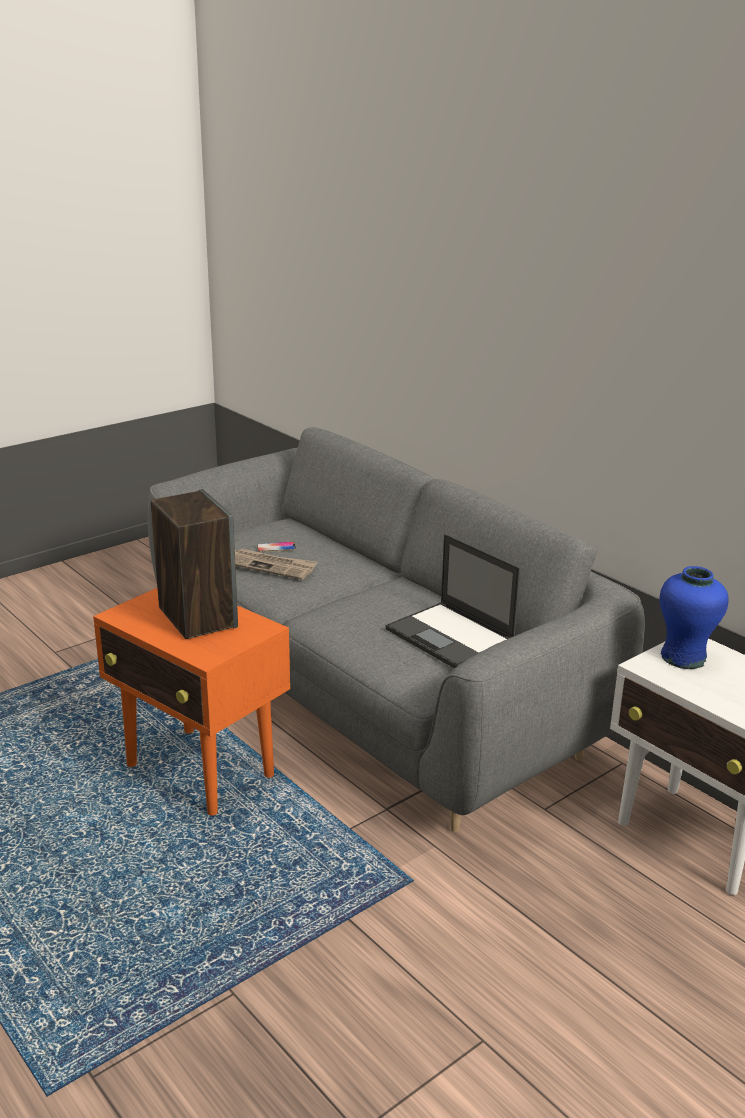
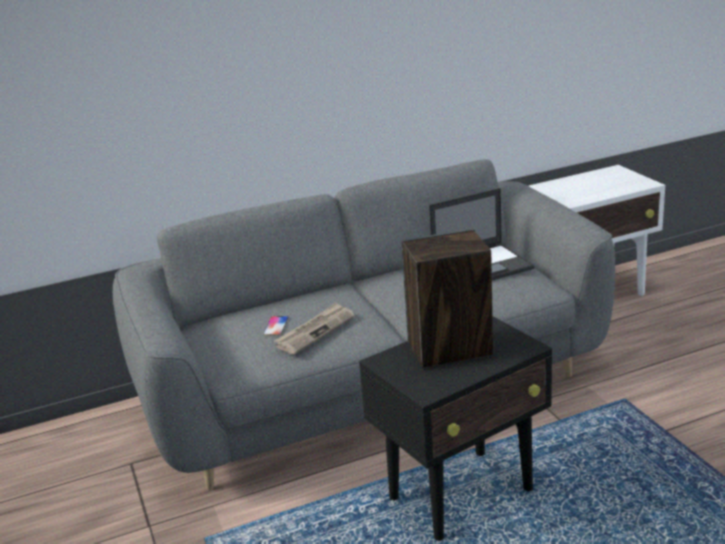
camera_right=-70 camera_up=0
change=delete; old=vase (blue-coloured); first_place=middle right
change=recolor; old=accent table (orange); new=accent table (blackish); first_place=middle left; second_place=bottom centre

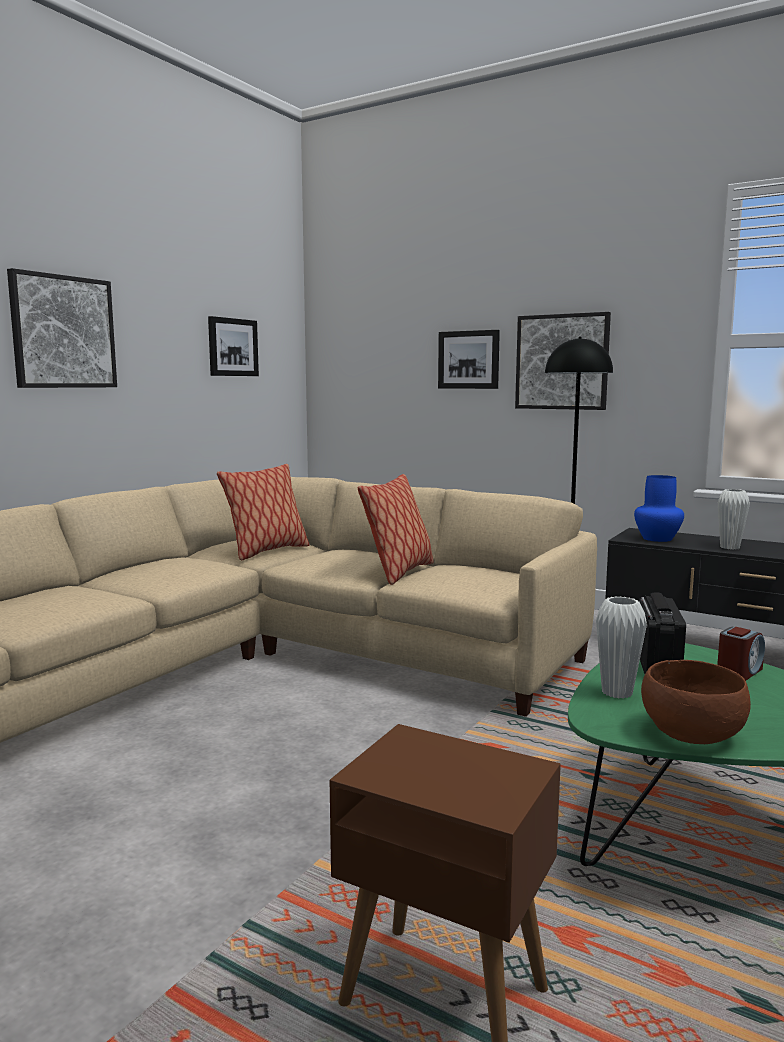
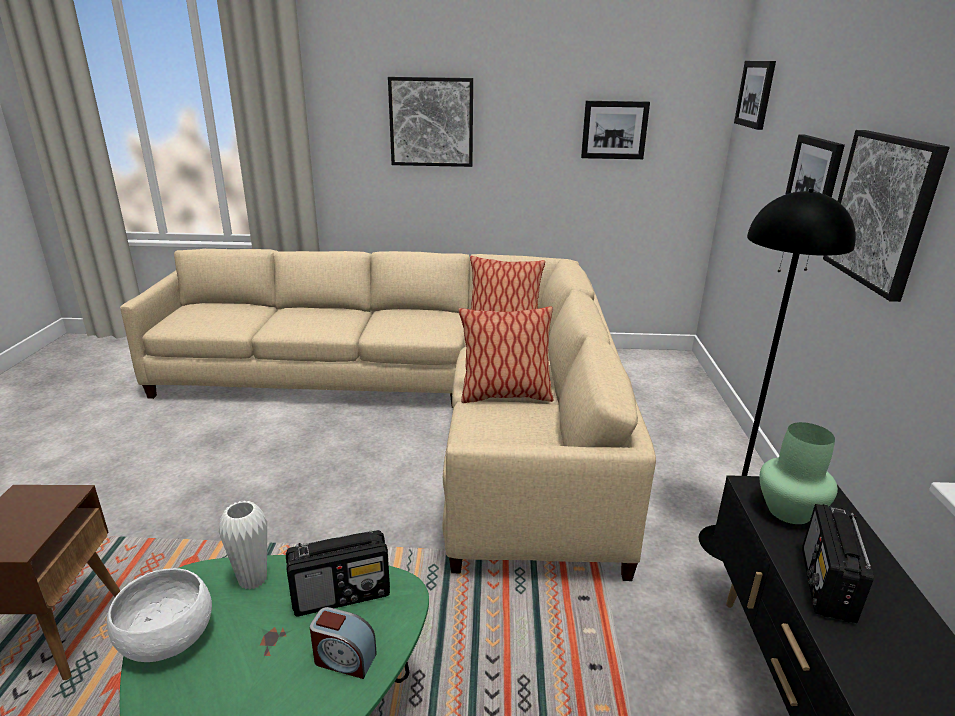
camera_right=60 camera_up=15
change=recolor; old=vase (blue-coloured); new=vase (green); first_place=middle right; second_place=middle right
change=replace; old=vase (white-coloured) (2nd from left); new=radio (2nd from left); first_place=middle right; second_place=bottom right
change=recolor; old=deep dish (brownish); new=deep dish (white-coloured); first_place=bottom right; second_place=bottom left
change=insert; new=wall art (3rd from left); second_place=top right

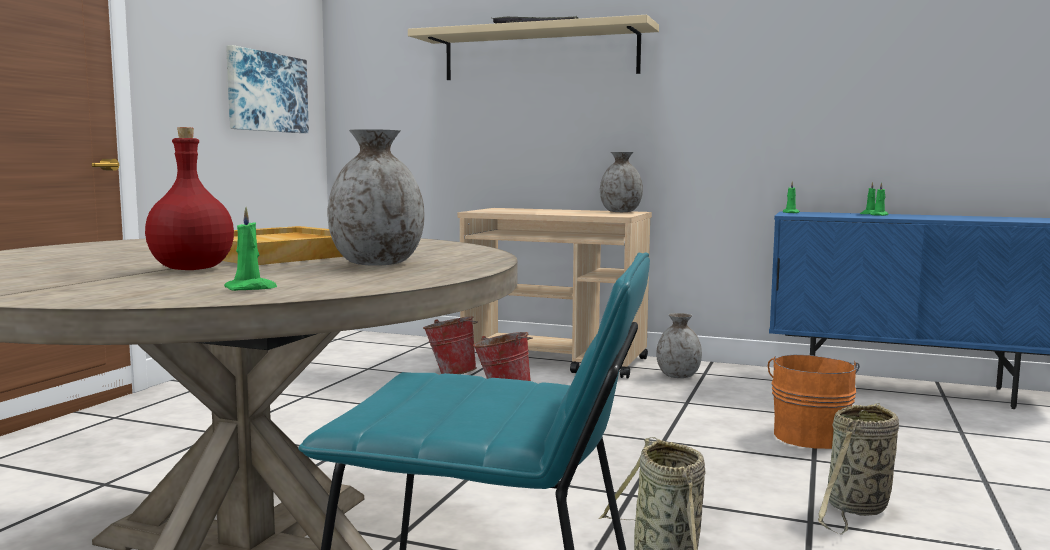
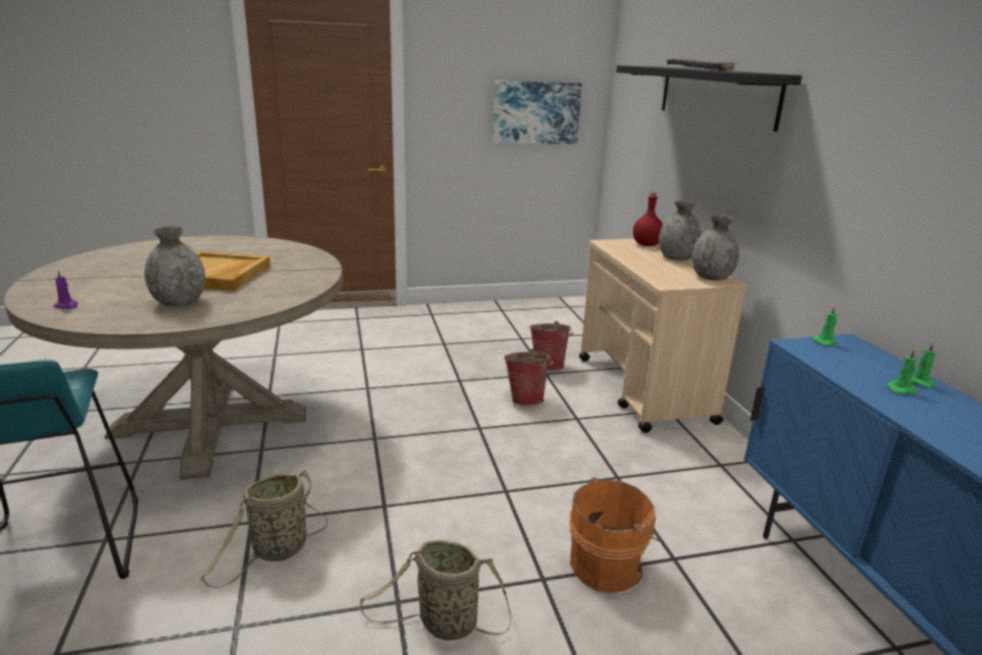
camera_right=55 camera_up=15
change=recolor; old=wall shelf (beige); new=wall shelf (blackish); first_place=top centre; second_place=top right
change=move; old=drink bottle (red-coloured); first_place=middle left; second_place=centre
change=recolor; old=candle (green) (1st from left); new=candle (purplish); first_place=middle left; second_place=middle left
change=move; old=vase (grey) (3rd from left in the first image); new=vase (grey) (2nd from left); first_place=centre; second_place=middle right

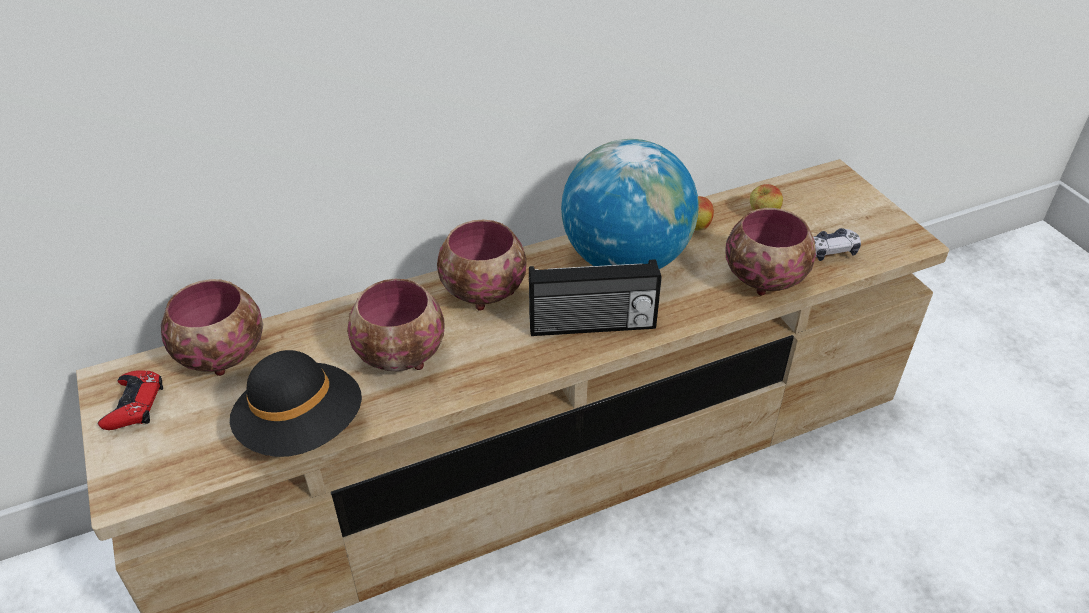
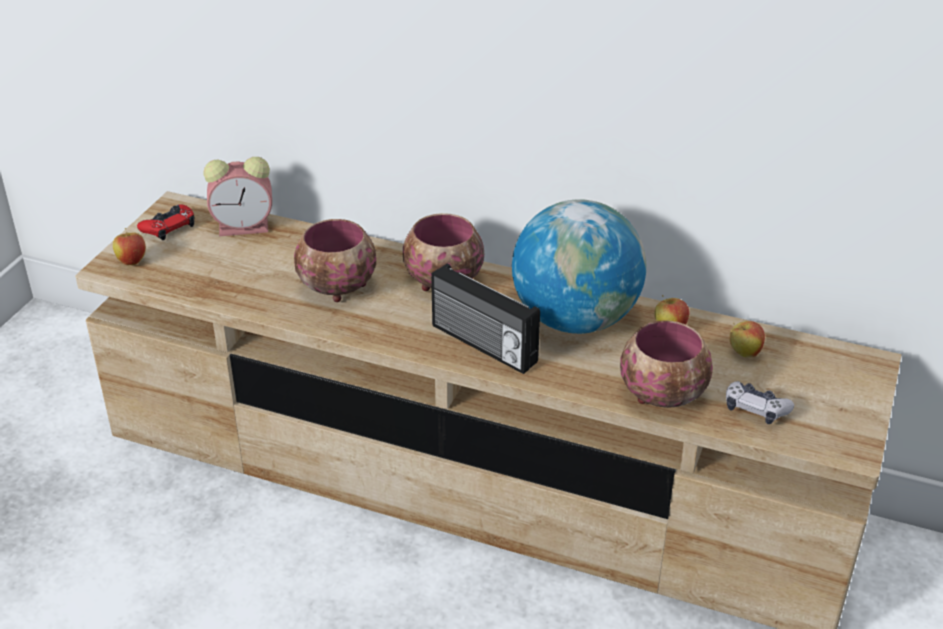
camera_right=45 camera_up=-5
change=replace; old=deep dish (1st from left); new=table clock; first_place=middle left; second_place=top left
change=delete; old=hat (blackish); first_place=middle left
change=insert; new=whole apple (1st from left); second_place=middle left

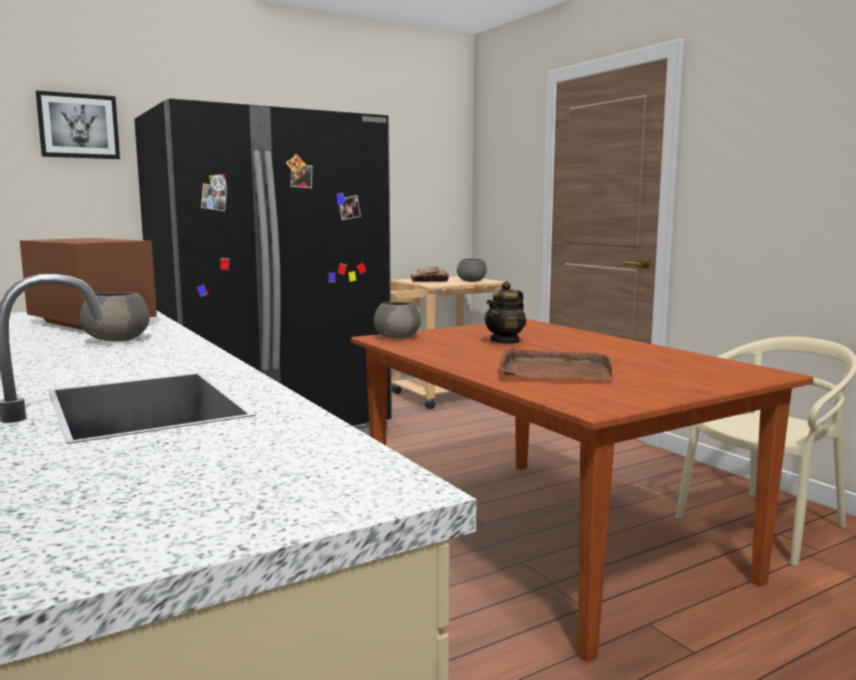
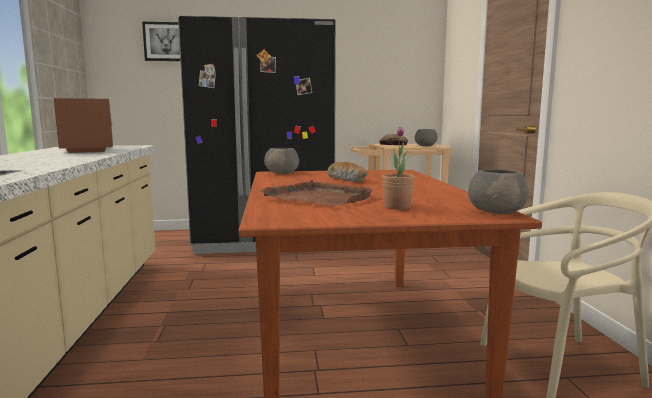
camera_right=25 camera_up=0
change=replace; old=teapot; new=bread (1st from left); first_place=centre; second_place=centre
change=move; old=deep dish (grey) (1st from left in the first image); new=deep dish (grey) (3rd from left); first_place=middle left; second_place=middle right
change=insert; new=plant in a pot; second_place=centre

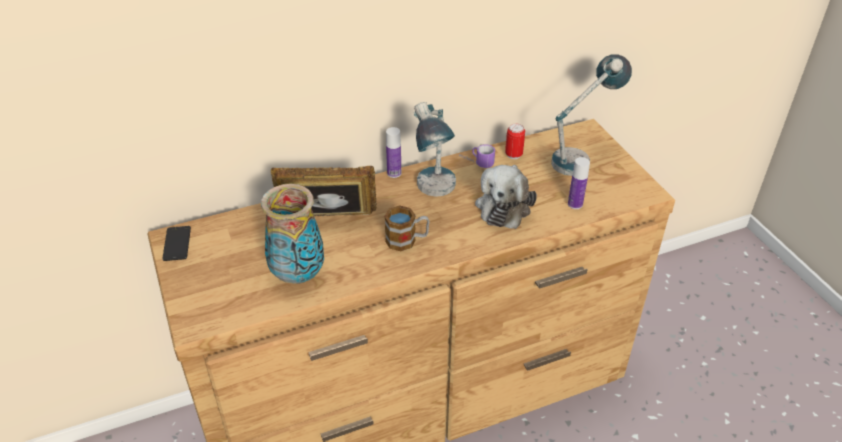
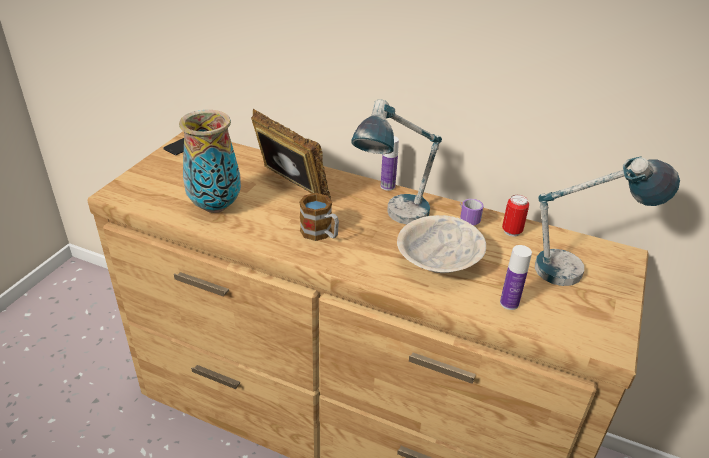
camera_right=45 camera_up=-5
change=replace; old=plush toy; new=deep dish (beige); first_place=centre; second_place=centre

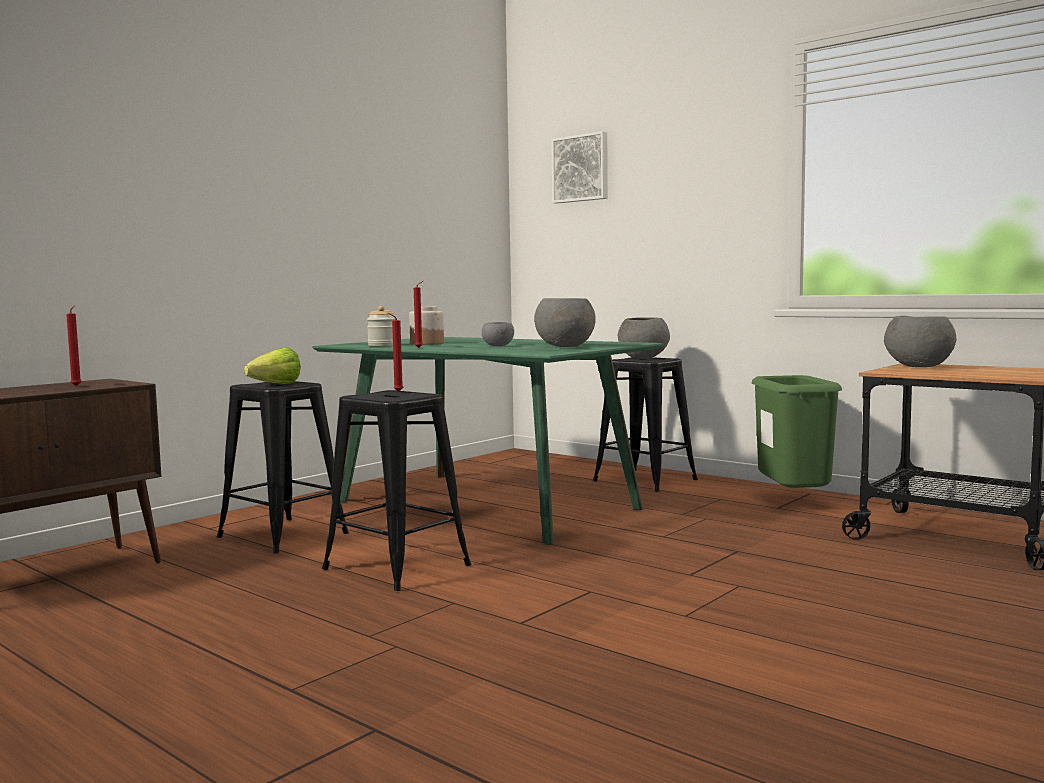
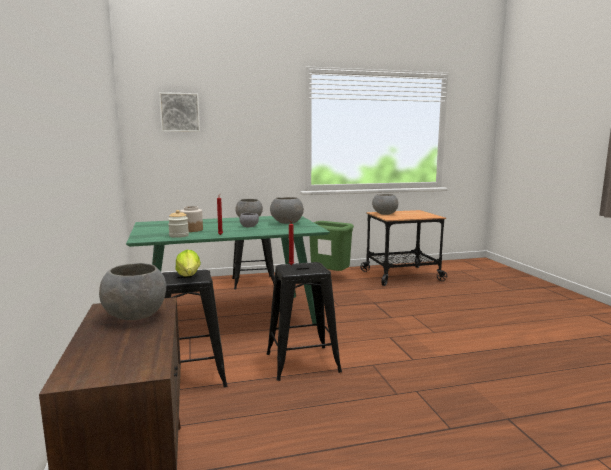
camera_right=-55 camera_up=5
change=replace; old=candle (red-coloured) (1st from left); new=deep dish (grey) (1st from left); first_place=middle left; second_place=middle left

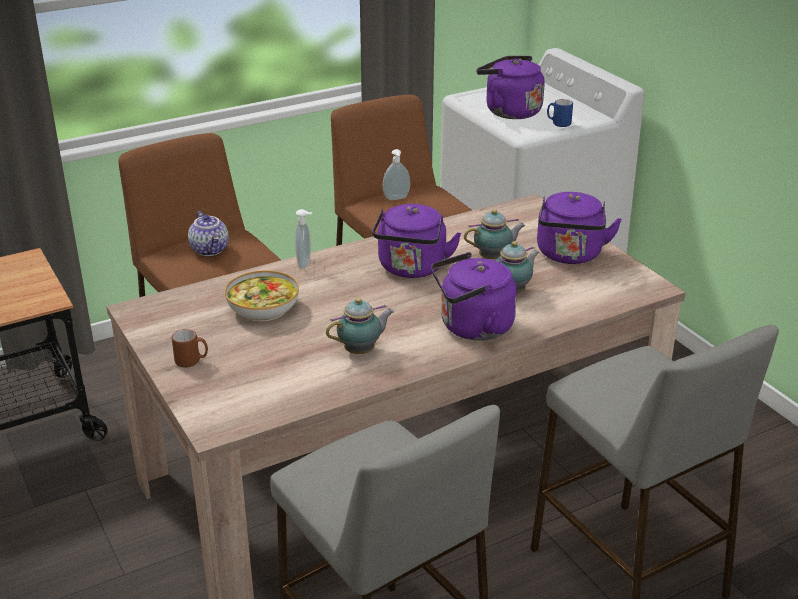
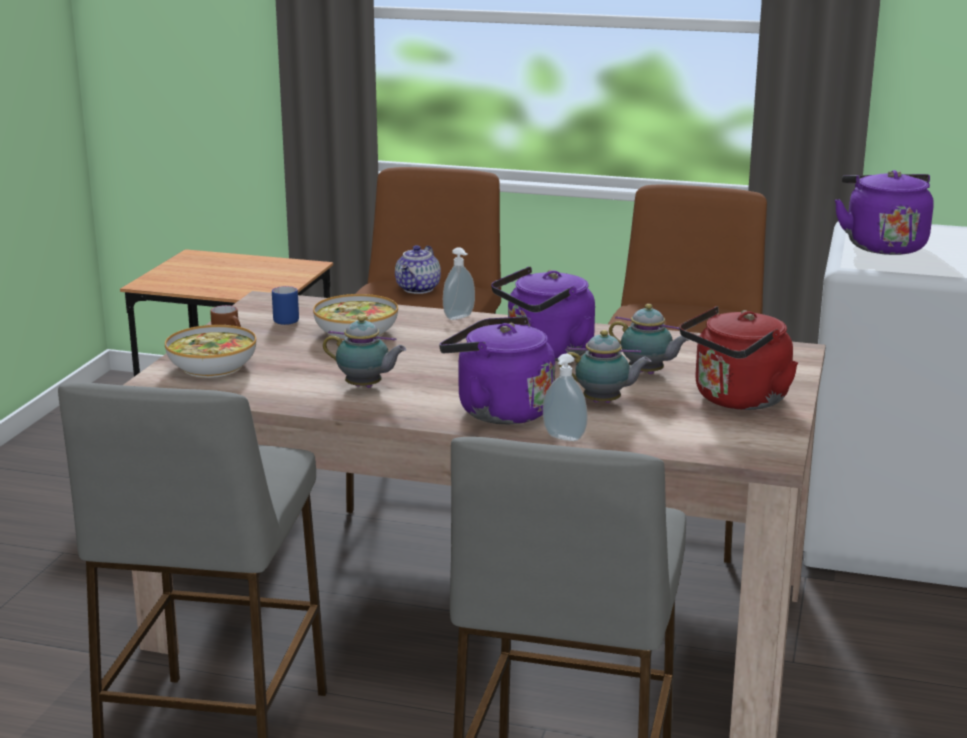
camera_right=45 camera_up=-10
change=move; old=coffee mug (blue-coloured); first_place=top right; second_place=middle left
change=move; old=soap bottle (2nd from left); first_place=top centre; second_place=centre
change=recolor; old=tea kettle (purplish) (4th from left); new=tea kettle (red-coloured); first_place=middle right; second_place=middle right
change=insert; new=deep dish (1st from left); second_place=middle left

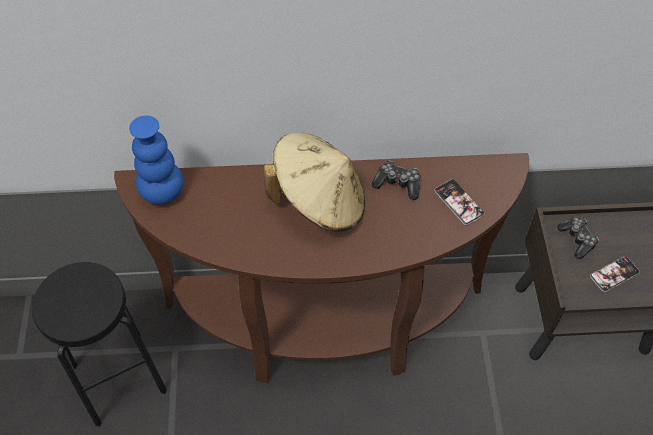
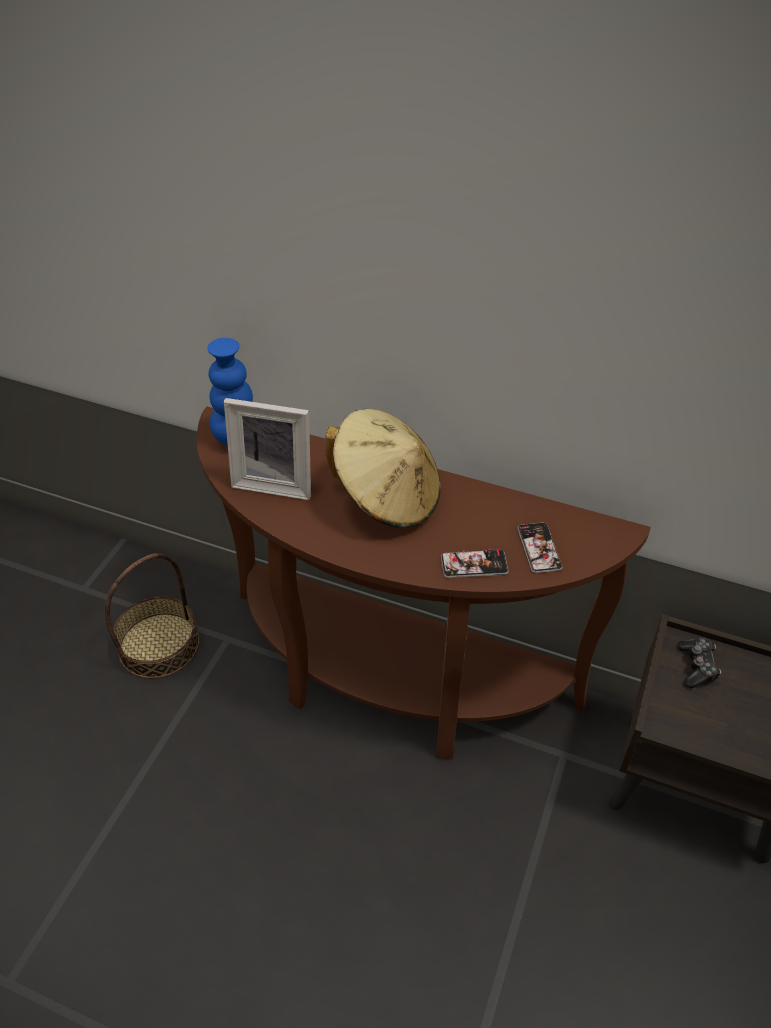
camera_right=25 camera_up=-10
change=delete; old=game controller (1st from left); first_place=centre
change=move; old=phone (2nd from left in the first image); new=phone (1st from left); first_place=middle right; second_place=centre
change=replace; old=sitting stool (blackish); new=storage basket; first_place=bottom left; second_place=middle left
change=insert; new=photo frame; second_place=centre

